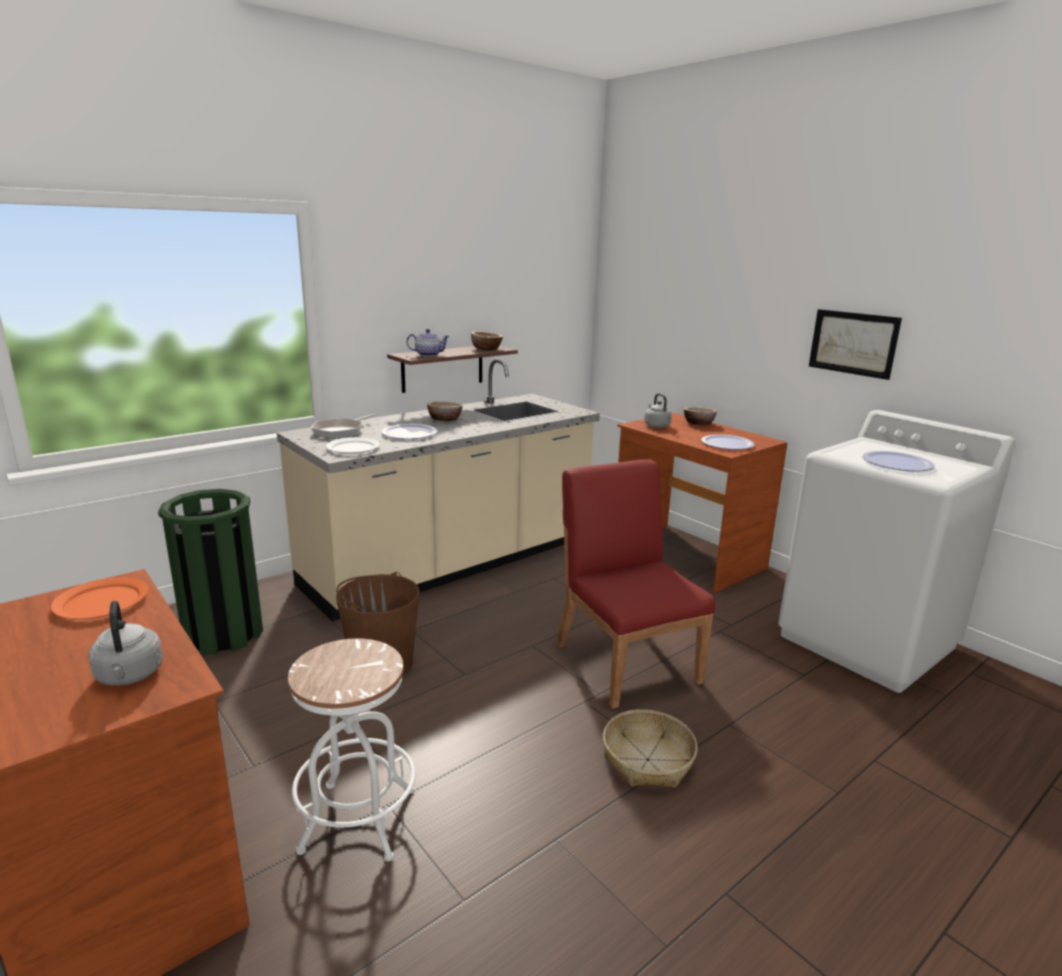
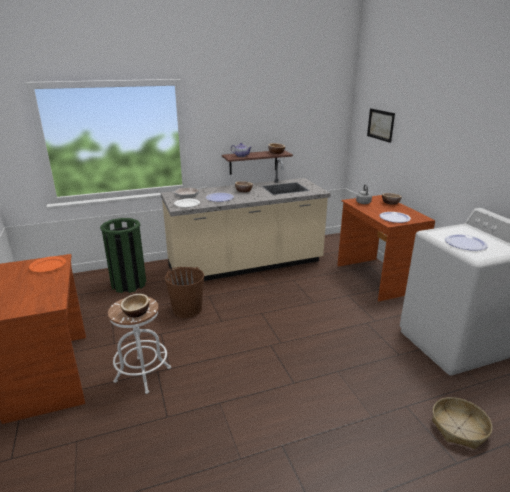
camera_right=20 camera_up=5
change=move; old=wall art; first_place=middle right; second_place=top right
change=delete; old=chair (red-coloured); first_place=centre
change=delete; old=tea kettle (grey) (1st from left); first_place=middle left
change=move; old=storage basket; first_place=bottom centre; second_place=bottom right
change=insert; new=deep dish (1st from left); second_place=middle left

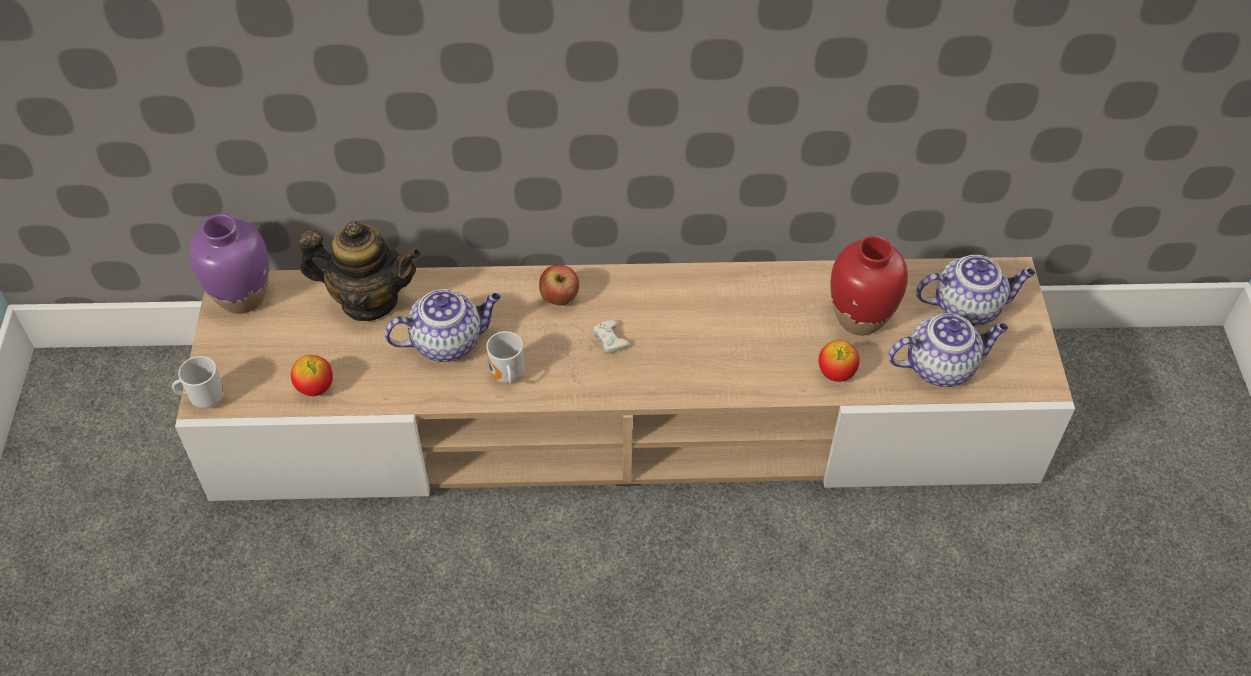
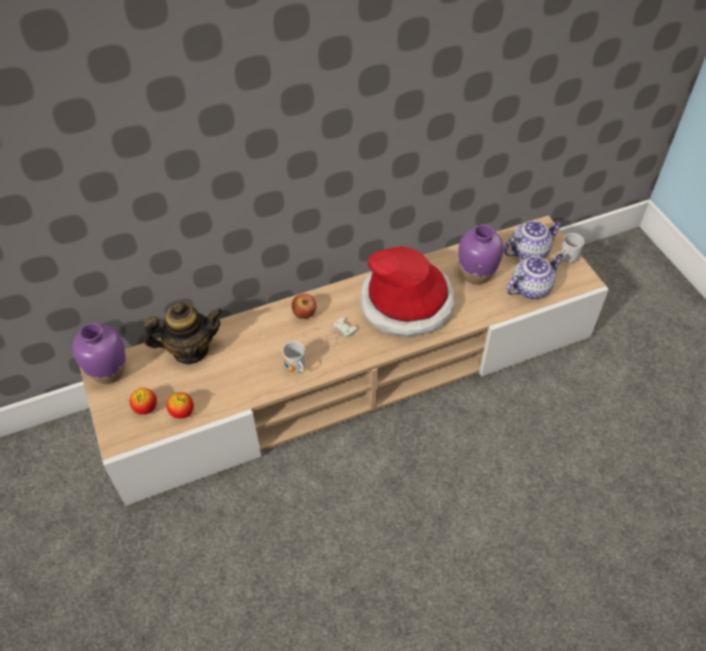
camera_right=-20 camera_up=0
change=recolor; old=vase (red-coloured); new=vase (purplish) (2nd from left); first_place=middle right; second_place=middle right
change=delete; old=teapot (2nd from left); first_place=centre
change=move; old=whole apple (3rd from left in the first image); new=whole apple (1st from left); first_place=middle right; second_place=middle left
change=move; old=coffee mug (1st from left in the first image); new=coffee mug (2nd from left); first_place=middle left; second_place=middle right
change=insert; new=hat; second_place=centre

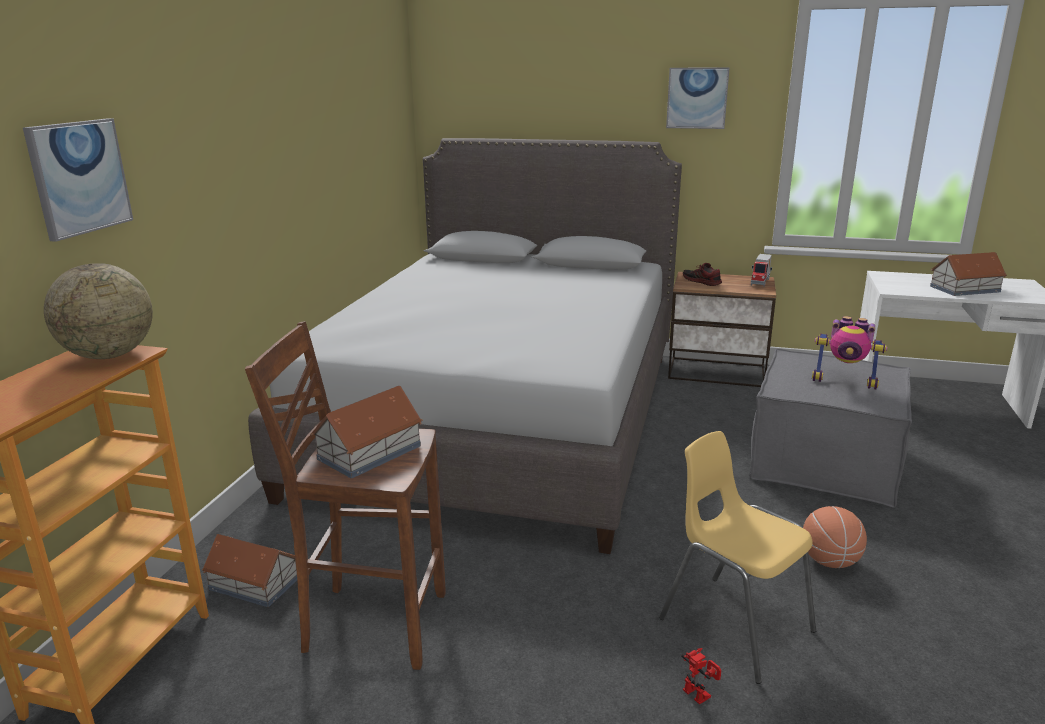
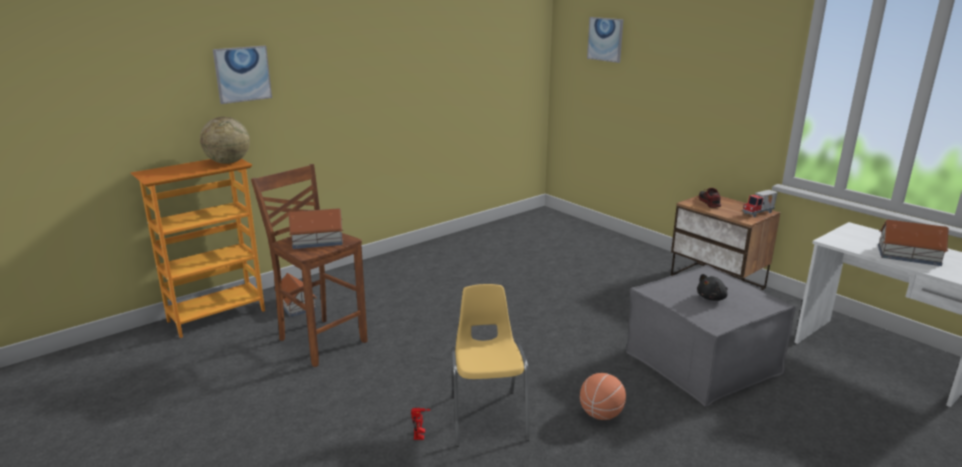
camera_right=35 camera_up=0
change=move; old=wall art (2nd from left); first_place=top right; second_place=top centre
change=delete; old=bed (grey); first_place=centre
change=replace; old=toy robot (2nd from left); new=plush toy (blackish); first_place=middle right; second_place=middle right

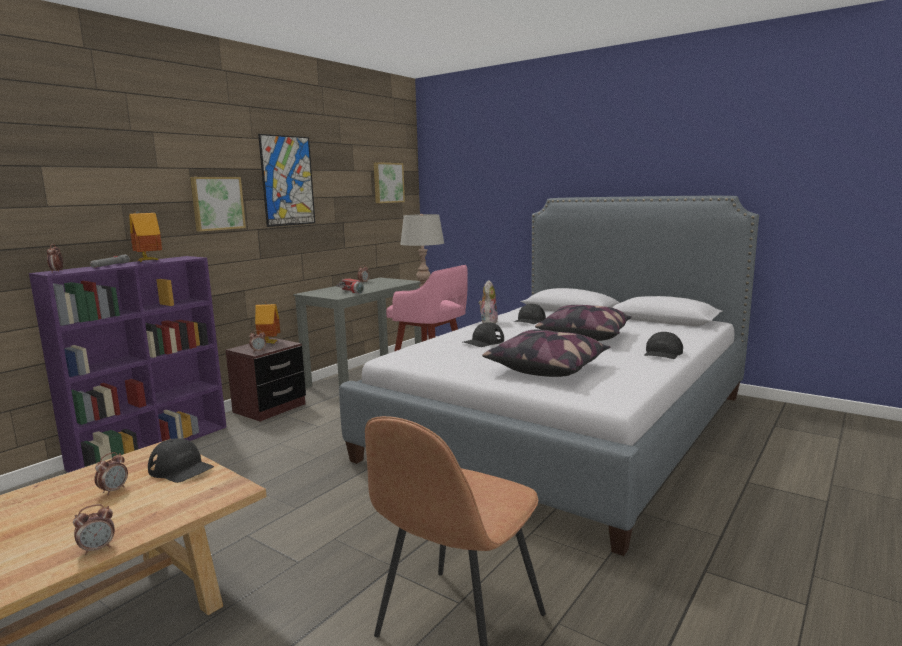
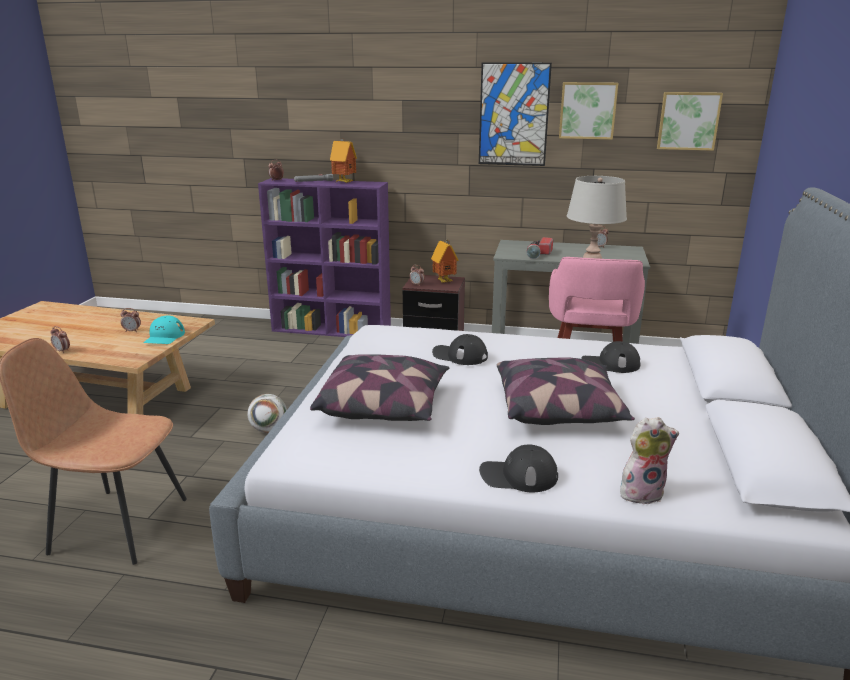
camera_right=65 camera_up=10
change=move; old=wall art (1st from left in the first image); new=wall art (2nd from left); first_place=top left; second_place=top right
change=move; old=plush toy; first_place=centre; second_place=bottom right
change=recolor; old=baseball cap (blackish) (1st from left); new=baseball cap (turquoise-coloured); first_place=bottom left; second_place=middle left
change=insert; new=ball for football; second_place=middle left

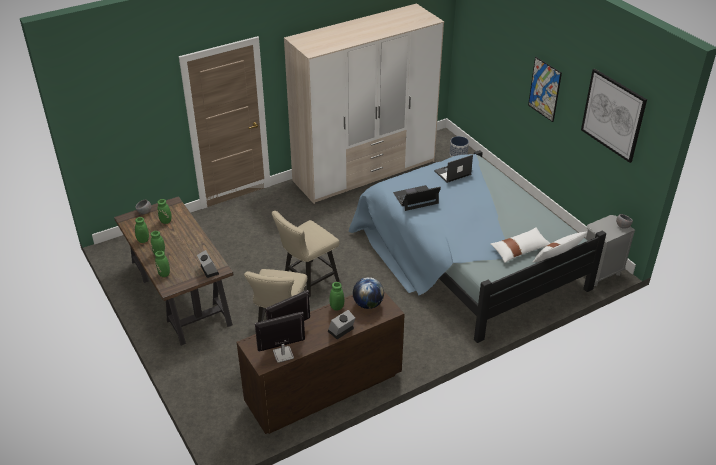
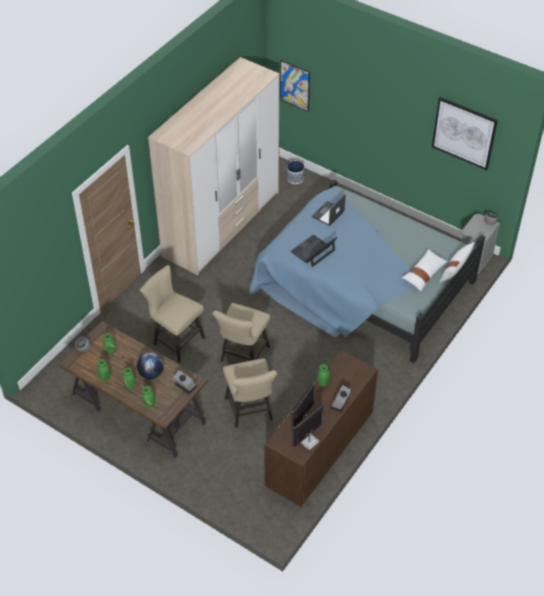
camera_right=-25 camera_up=10
change=move; old=wall art (1st from left); first_place=top right; second_place=top centre
change=move; old=globe; first_place=centre; second_place=middle left
change=insert; new=chair (beige) (1st from left); second_place=middle left

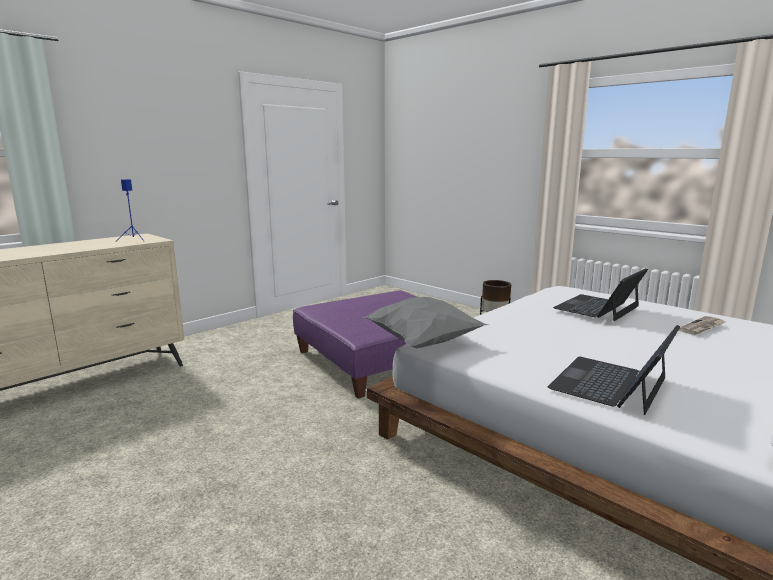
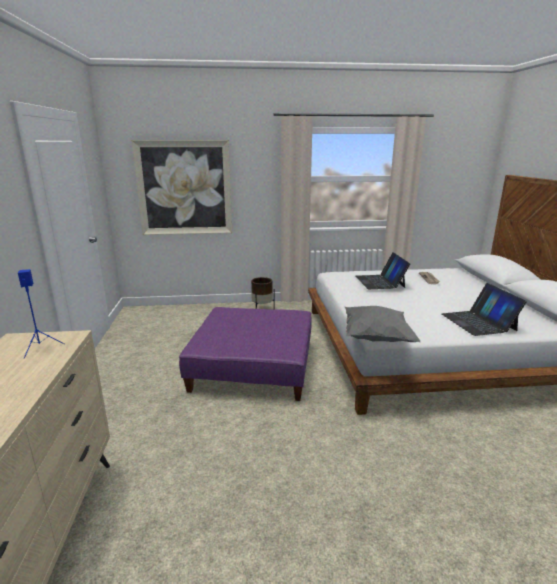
camera_right=-50 camera_up=5
change=insert; new=wall art; second_place=top left

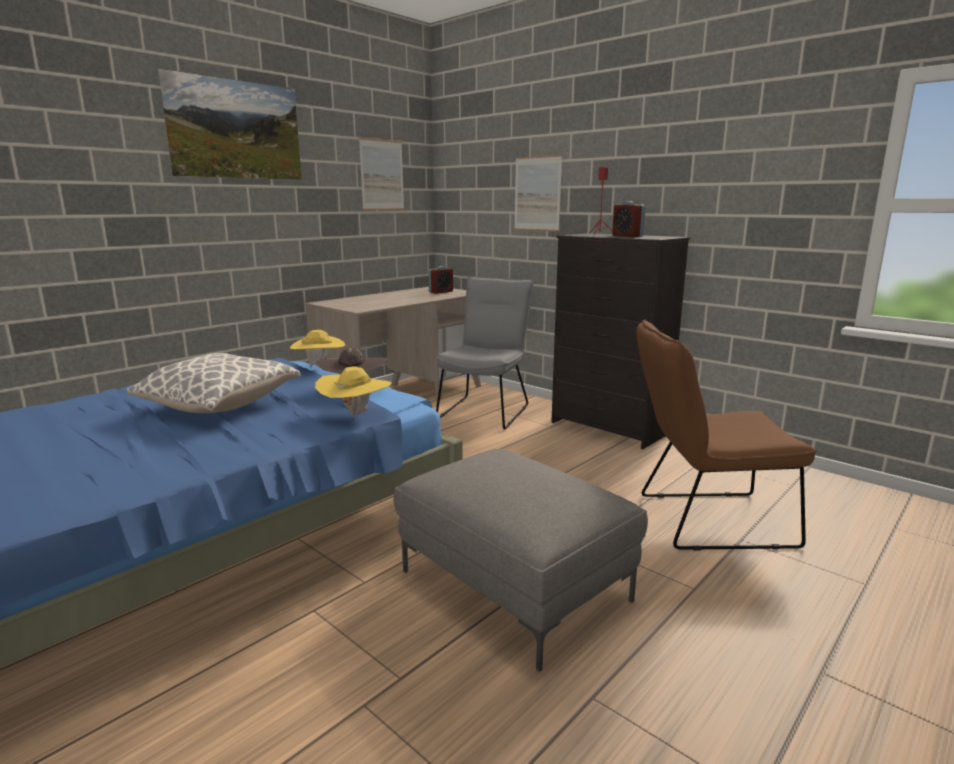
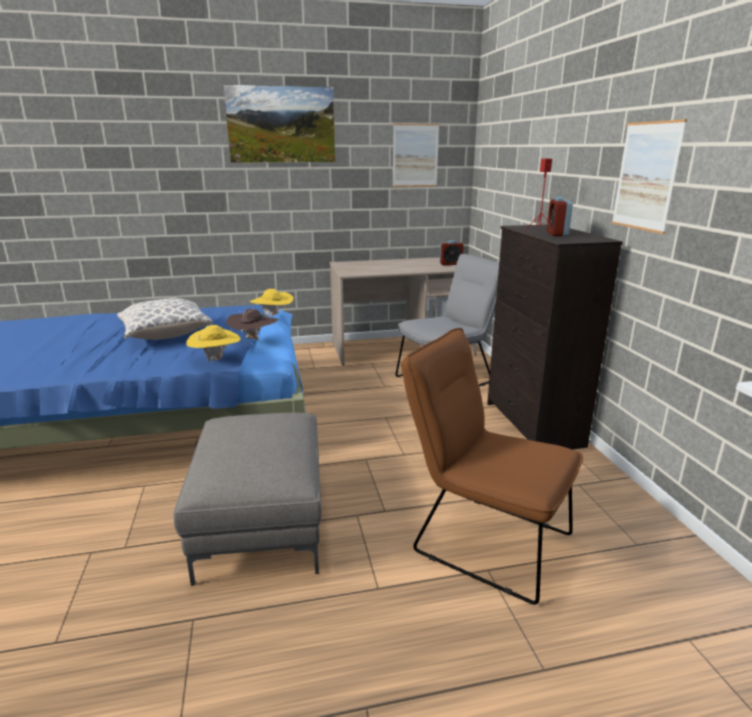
camera_right=35 camera_up=5
change=move; old=wall art (3rd from left); first_place=top centre; second_place=top right

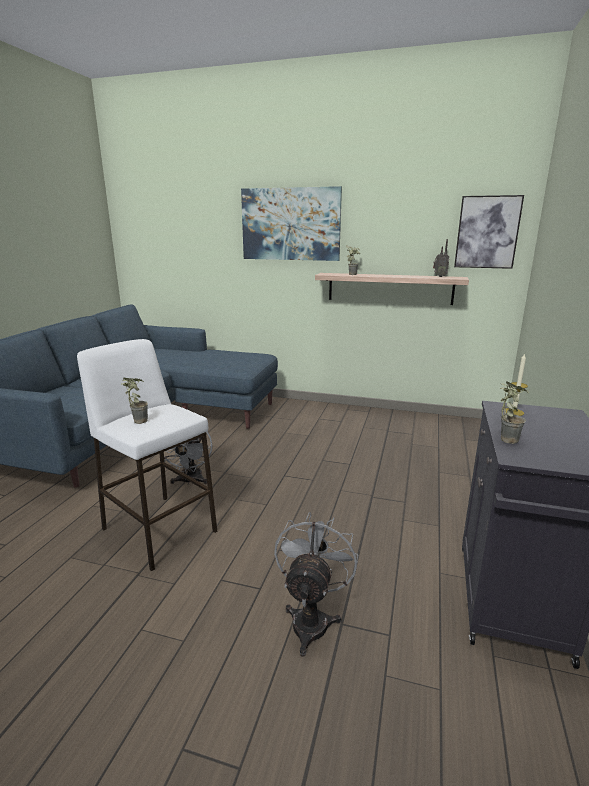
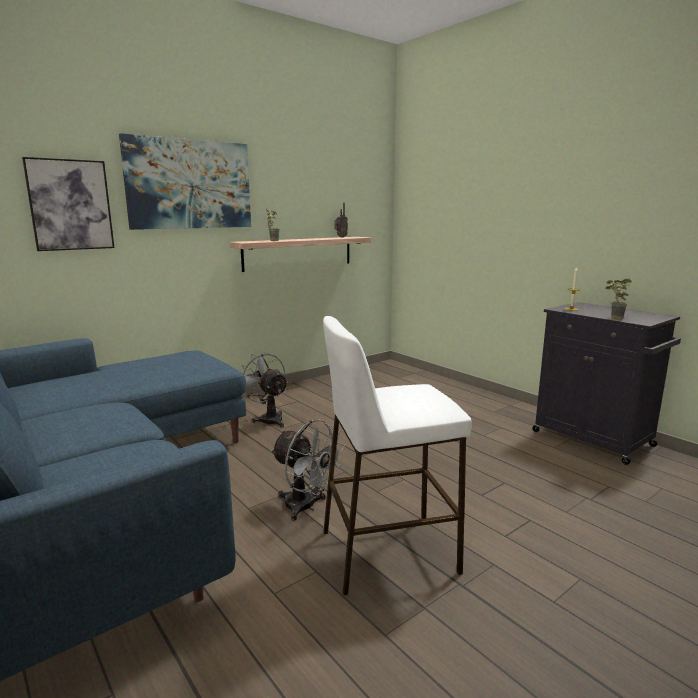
camera_right=-55 camera_up=-5
change=move; old=wall art (2nd from left in the first image); new=wall art (1st from left); first_place=top right; second_place=top left
change=delete; old=plant in a pot (1st from left); first_place=middle left
change=move; old=electric fan (grey) (2nd from left in the first image); new=electric fan (grey) (1st from left); first_place=bottom centre; second_place=centre

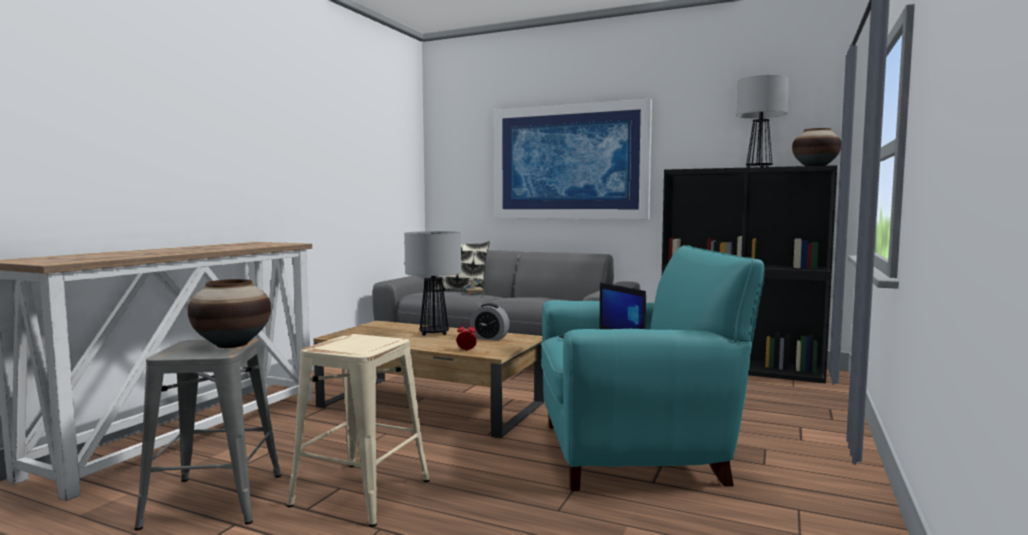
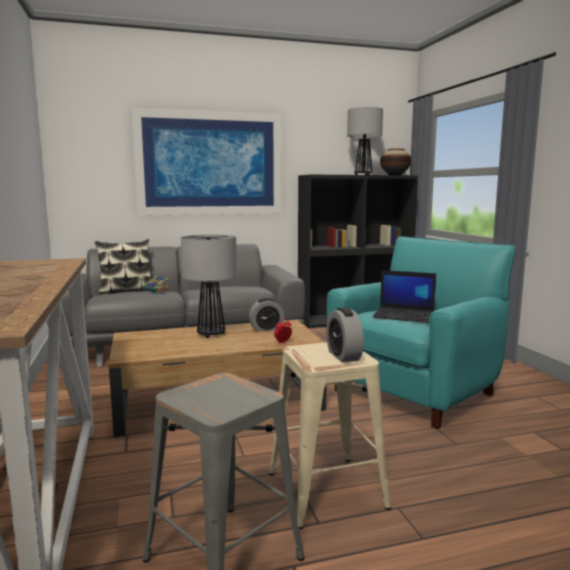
camera_right=-40 camera_up=5
change=delete; old=vase (1st from left); first_place=middle left
change=insert; new=table clock (3rd from left); second_place=centre

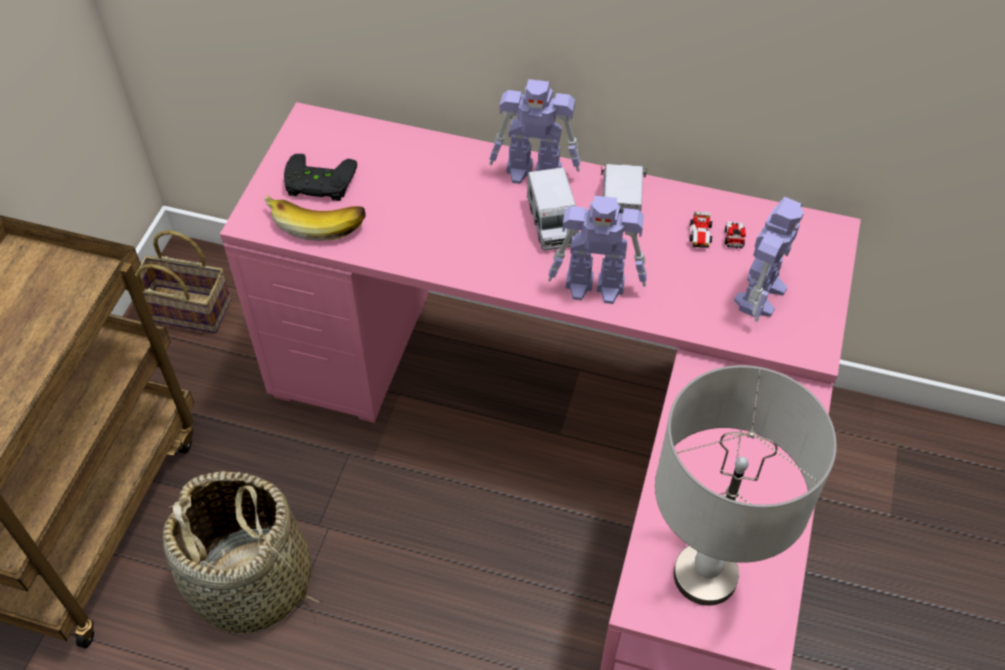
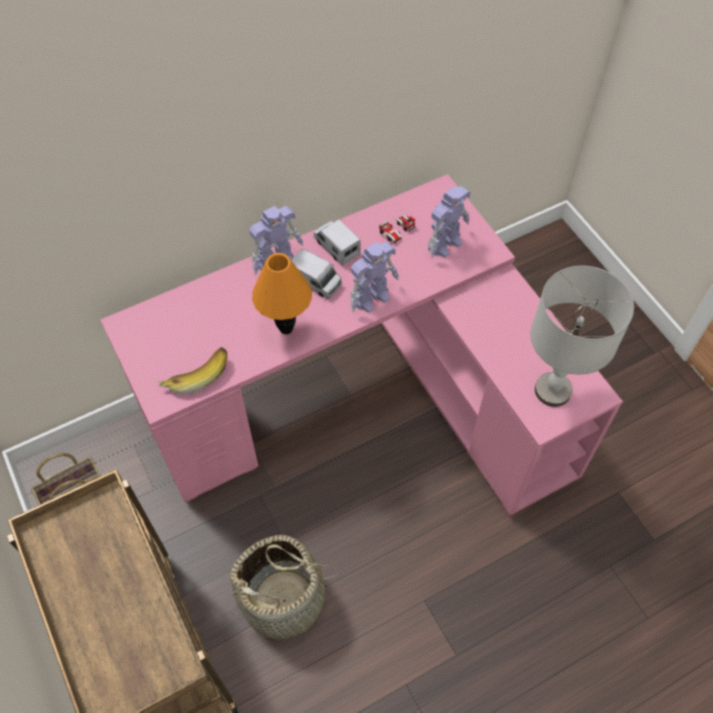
camera_right=-45 camera_up=5
change=delete; old=game controller (blackish); first_place=top left
change=rotate; old=toy robot (3rd from left); first_place=middle right; second_place=top centre; degrees=60
change=insert; new=table lamp (orange); second_place=centre

